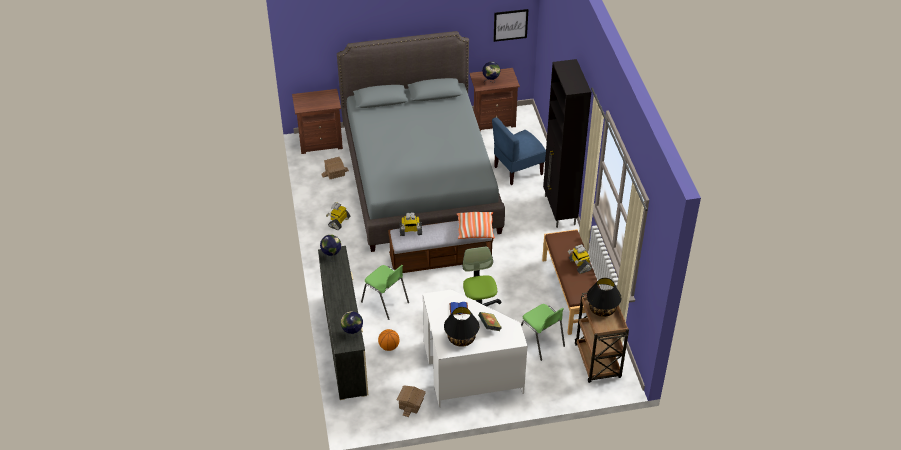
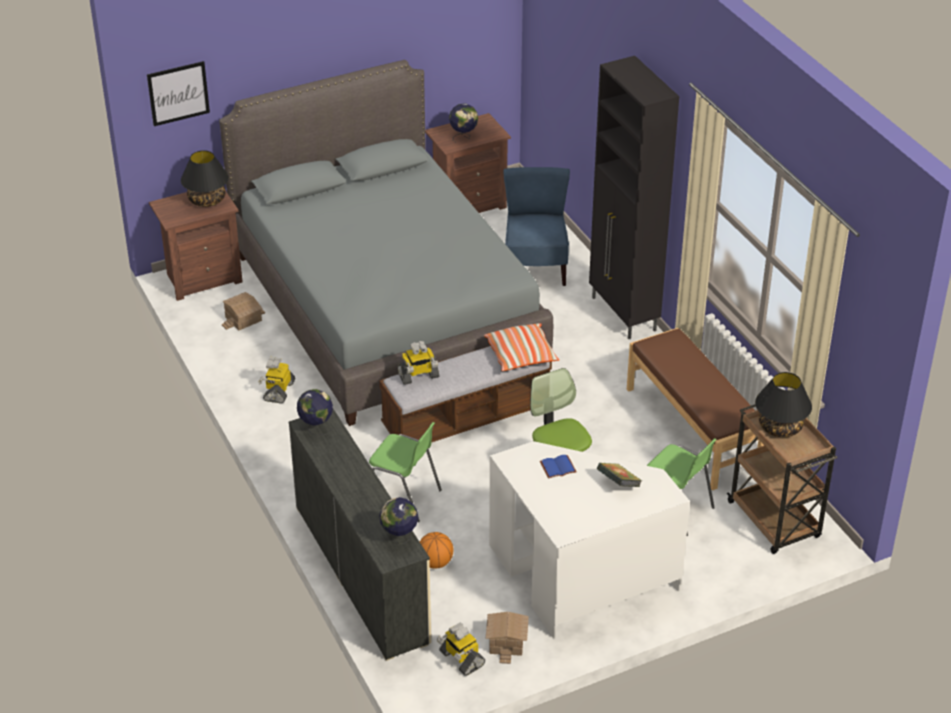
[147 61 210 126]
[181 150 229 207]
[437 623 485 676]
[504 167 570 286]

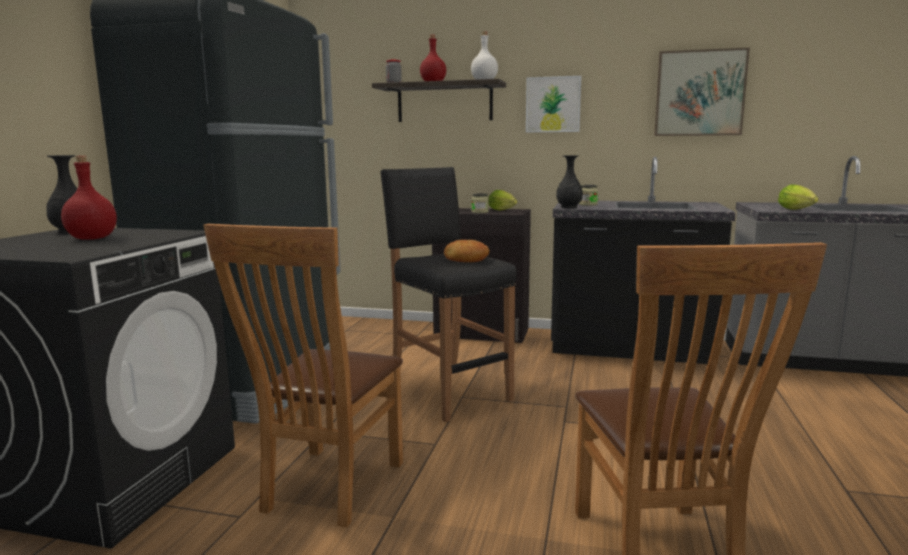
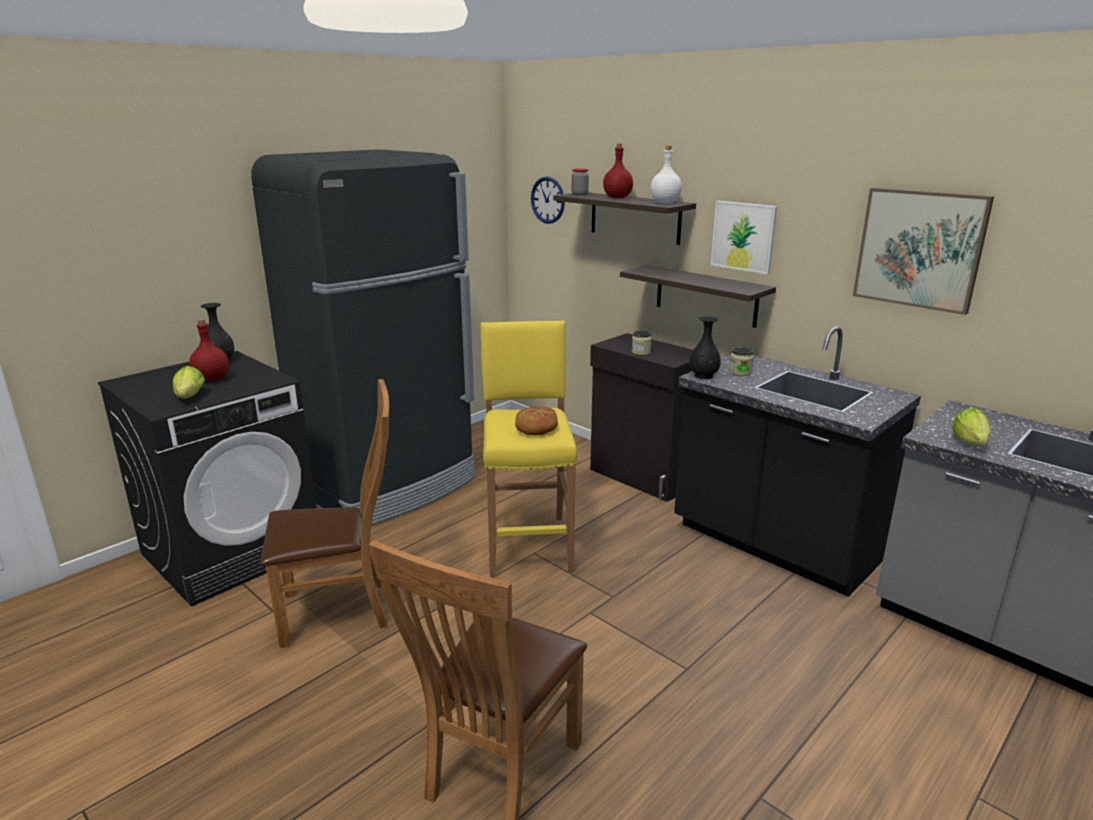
[173 366 205 399]
[260 379 389 648]
[480 320 577 577]
[531 177 565 224]
[620 265 776 328]

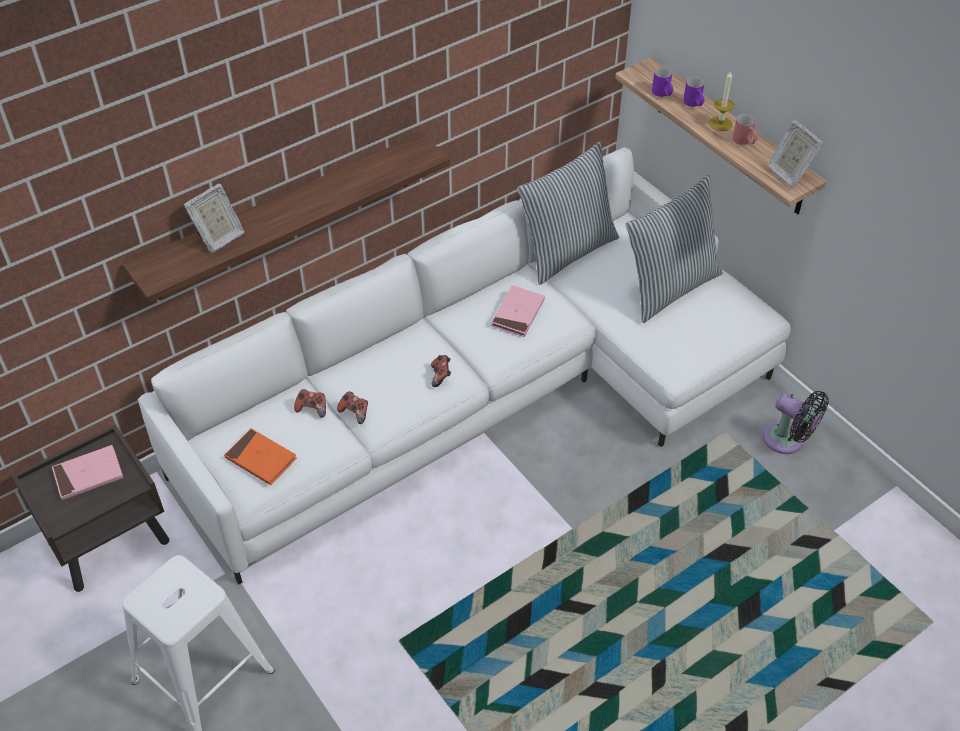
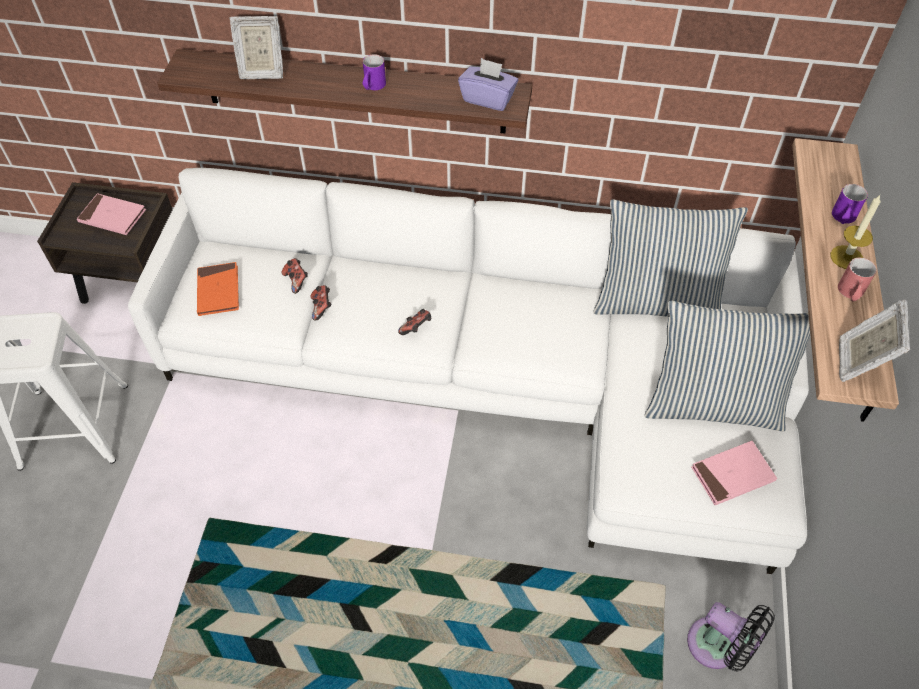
[362 54 386 90]
[458 58 518 111]
[687 602 775 671]
[691 441 777 505]

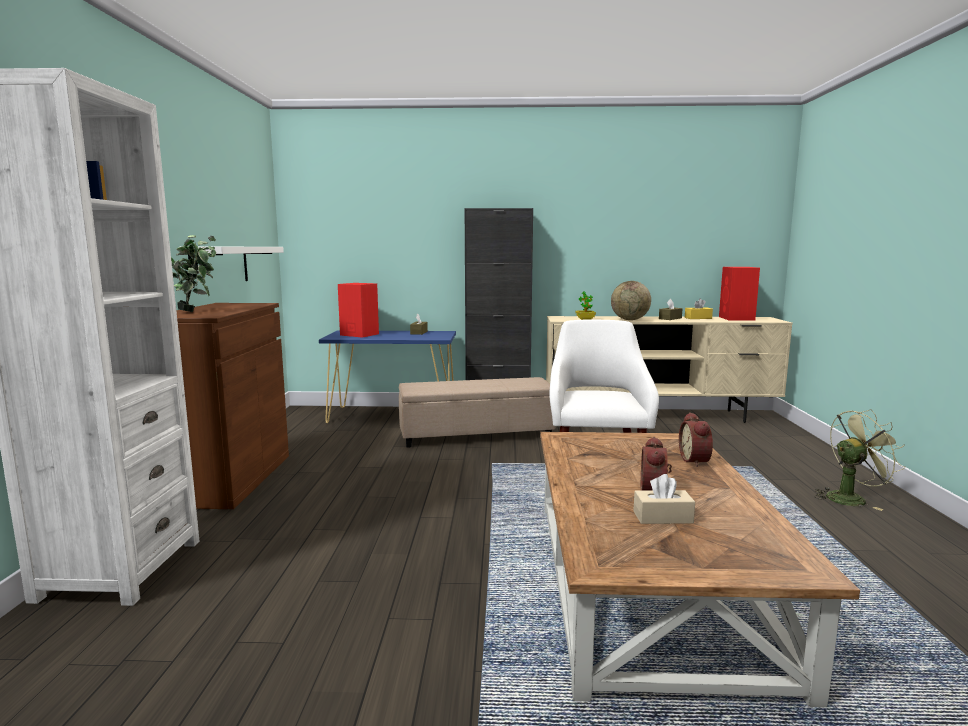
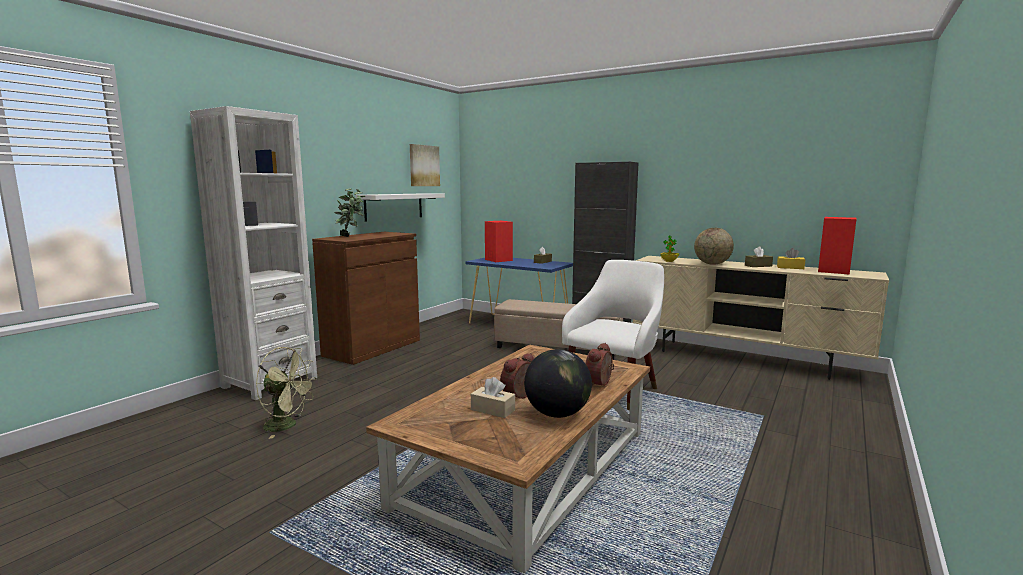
[256 347 317 439]
[410 144 440 186]
[524 349 592 418]

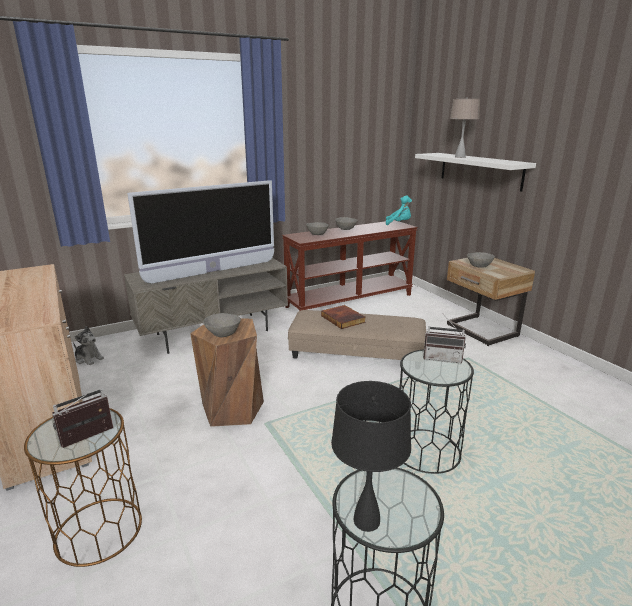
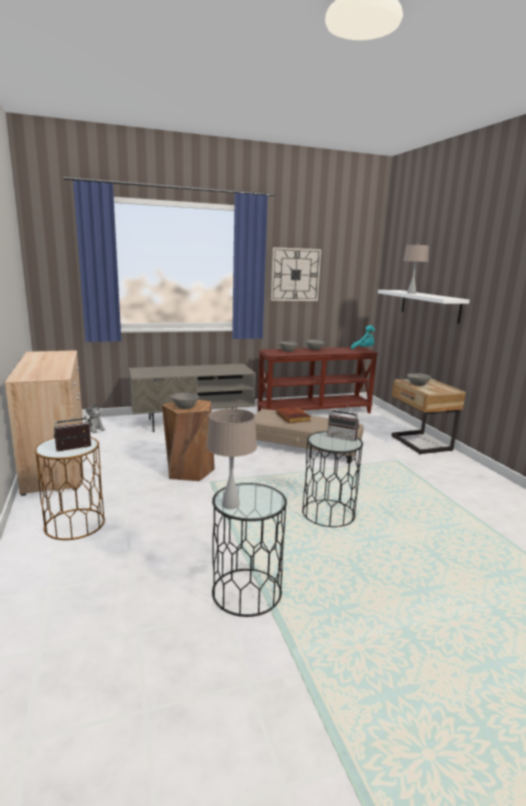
[206 408 257 509]
[271 247 321 301]
[127 180 274 284] (first image)

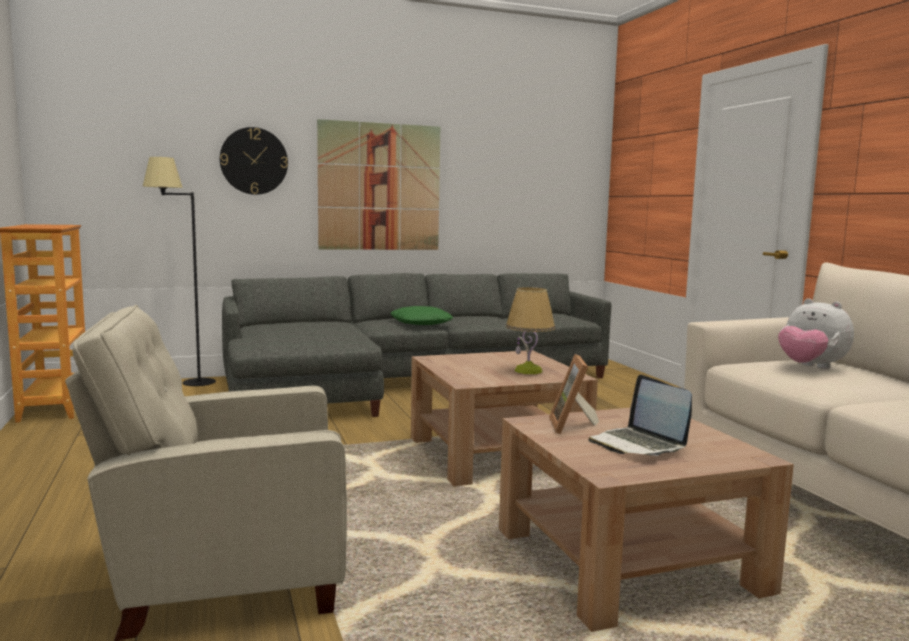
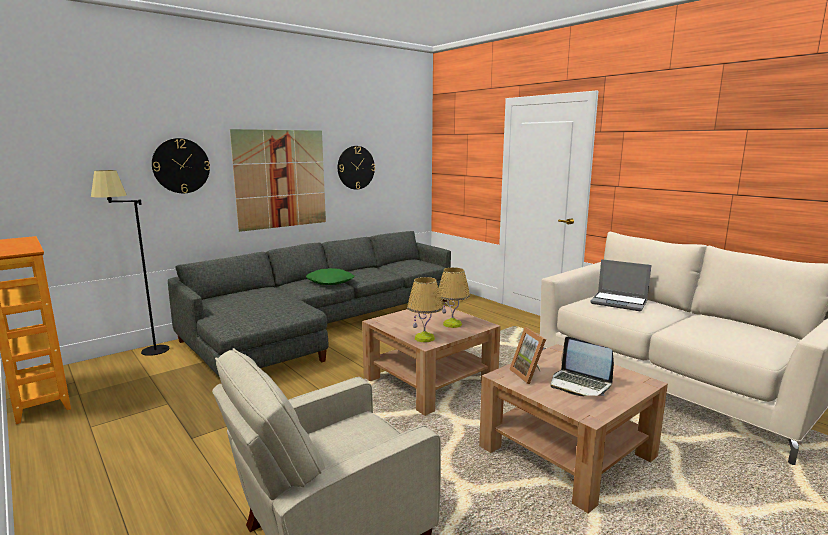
[338 146 375 190]
[407 277 443 342]
[590 259 651 311]

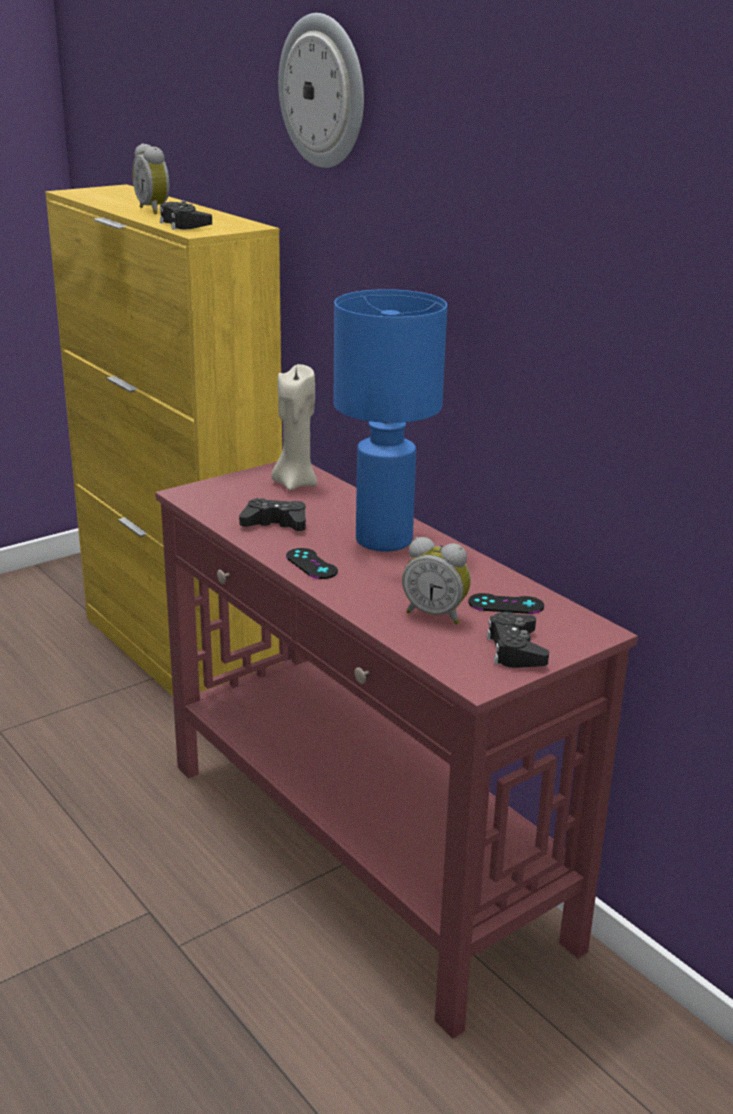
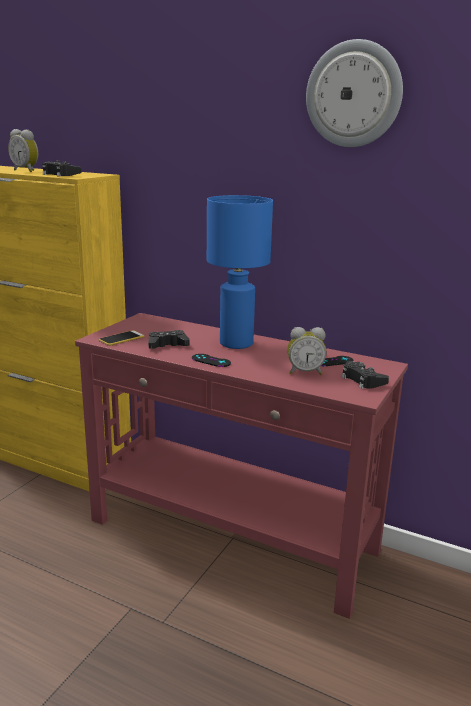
[98 330 144 346]
[306 39 403 147]
[271 364 317 490] (first image)

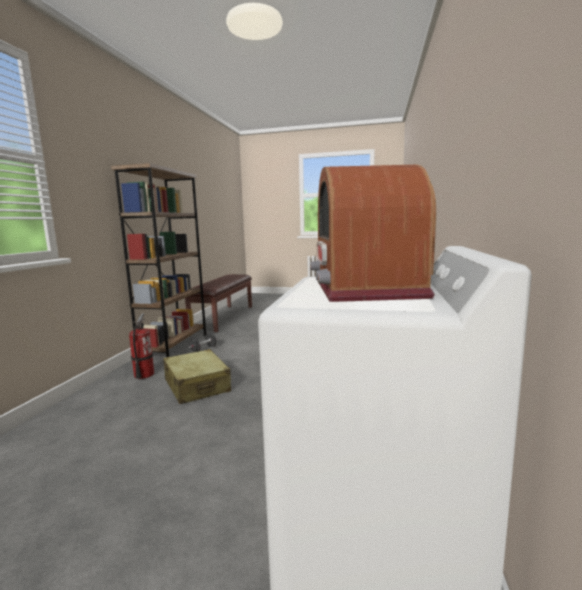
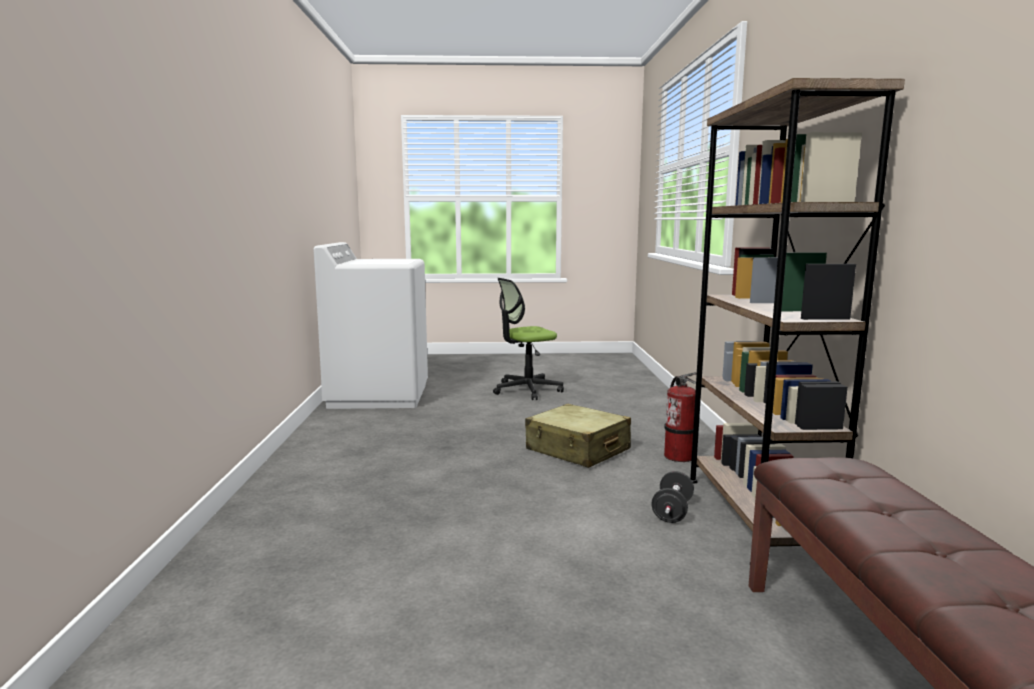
[493 278 564 400]
[310 165 436 302] (first image)

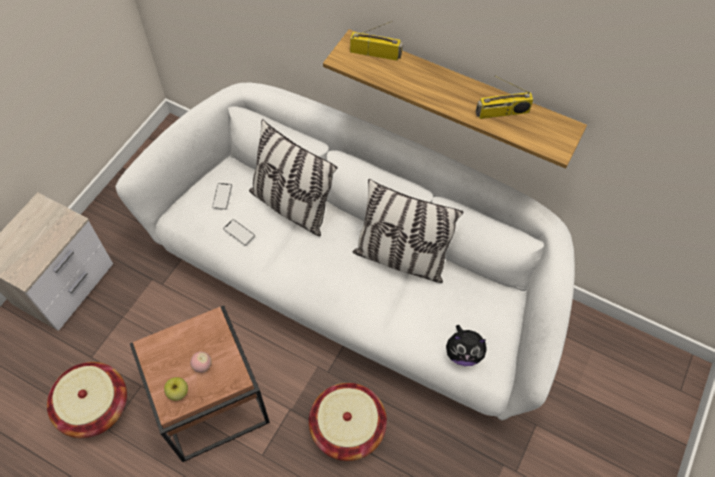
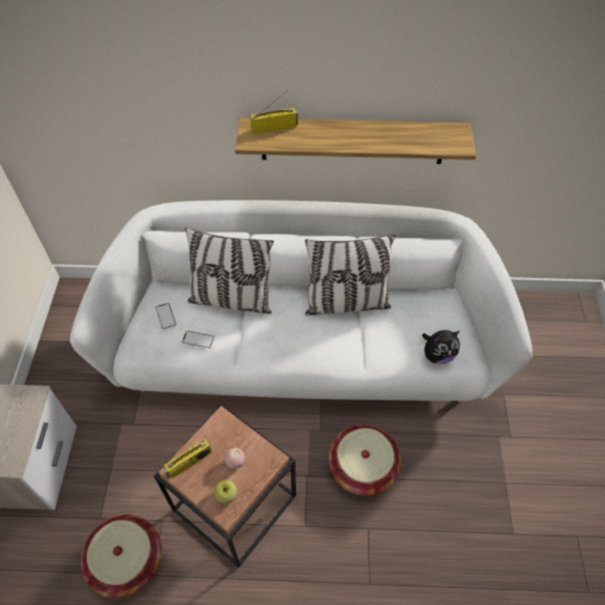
[163 439 212 479]

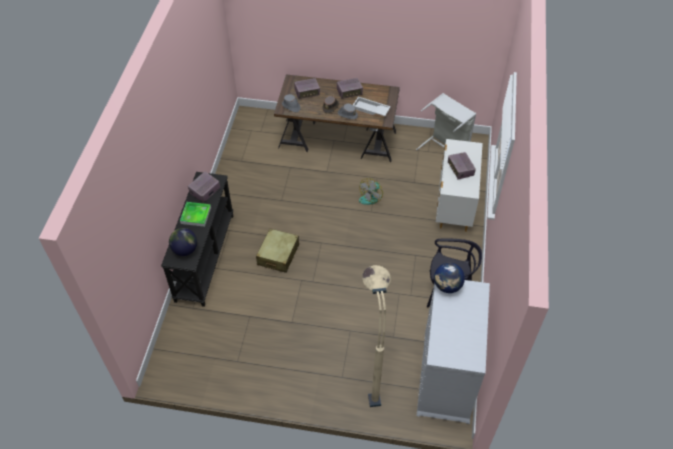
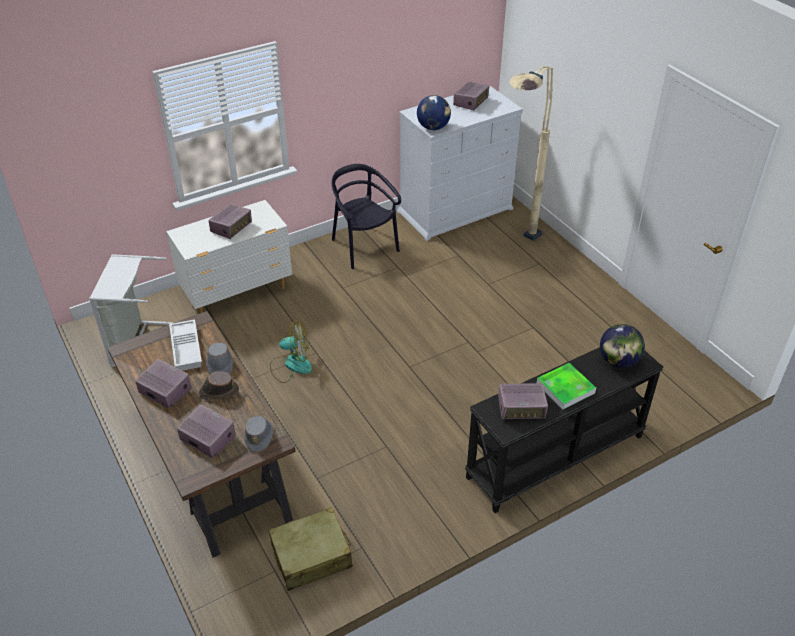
[269 507 353 591]
[453 82 489 111]

